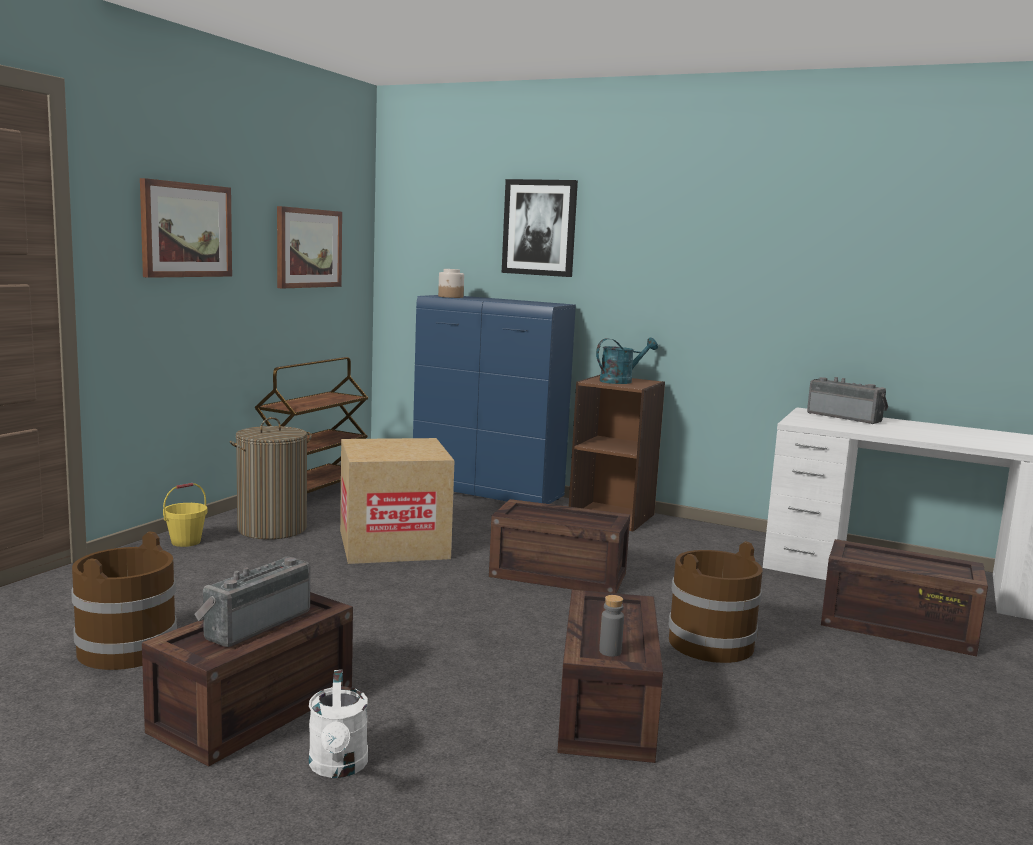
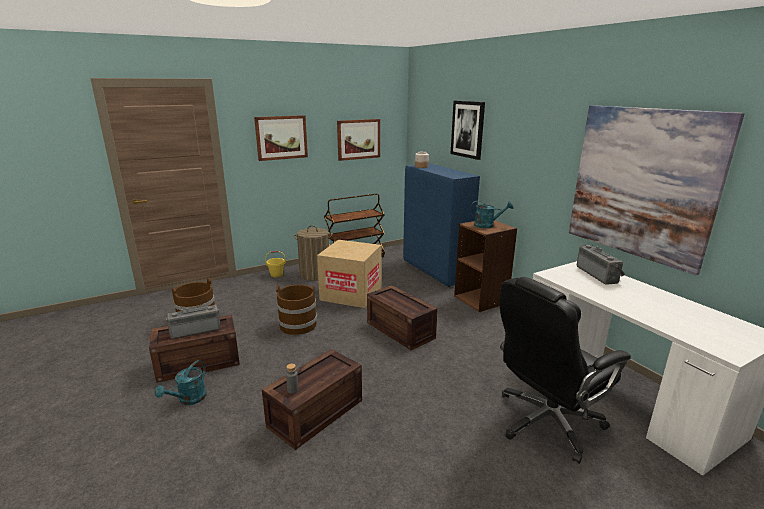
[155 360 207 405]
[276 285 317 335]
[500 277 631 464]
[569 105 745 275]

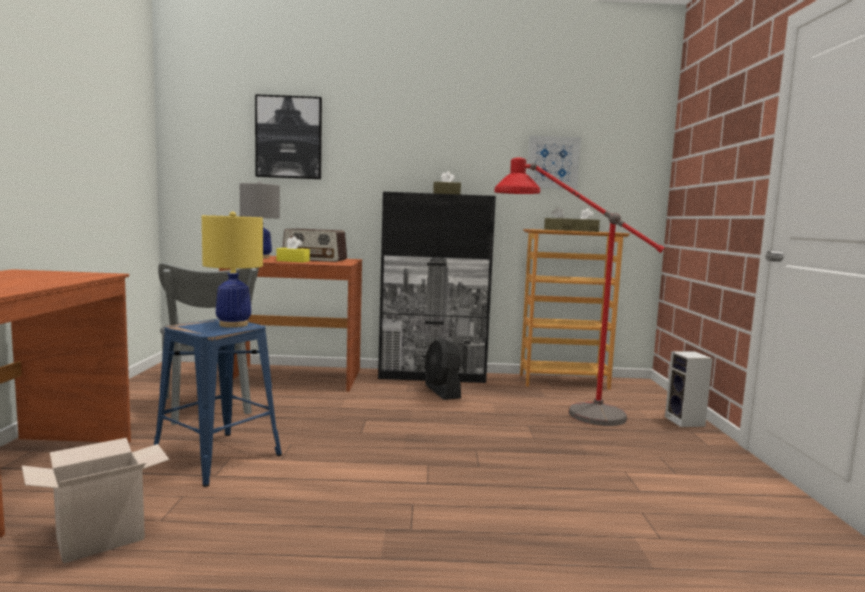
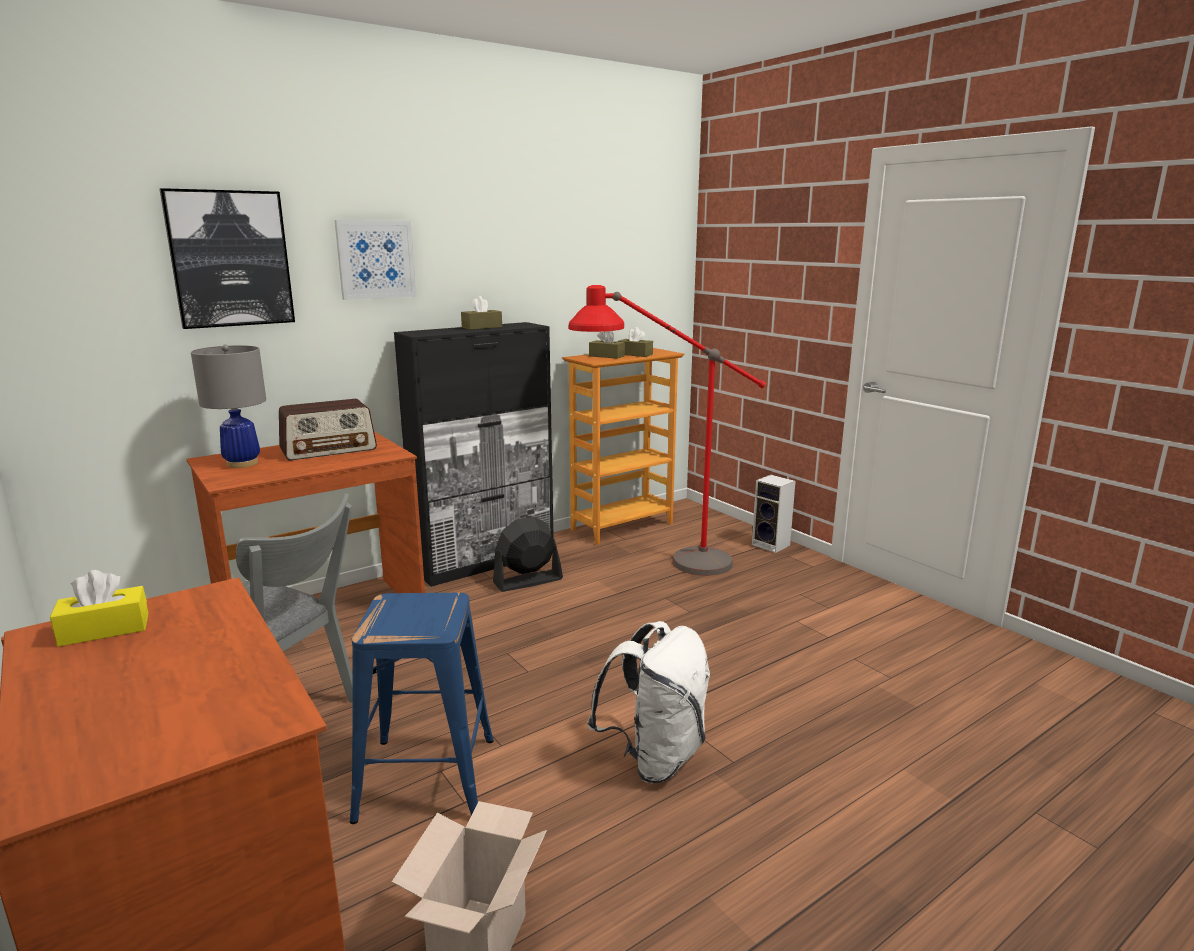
[50 570 148 647]
[335 220 416 300]
[493 517 563 592]
[587 621 710 783]
[202 211 263 328] (first image)

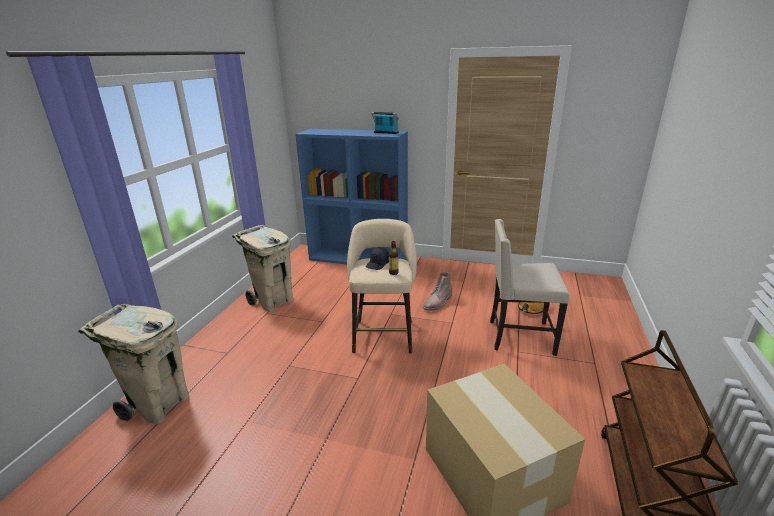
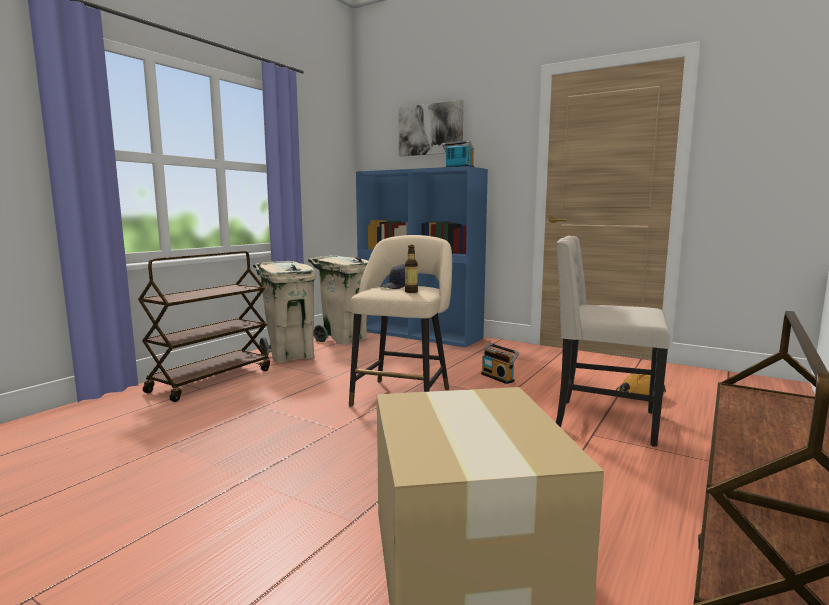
[138 251 270 402]
[308 255 368 345]
[398 100 463 156]
[481 343 519 384]

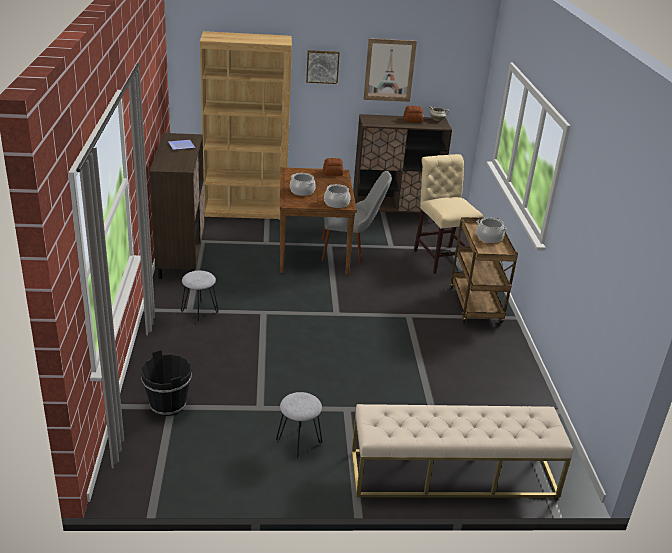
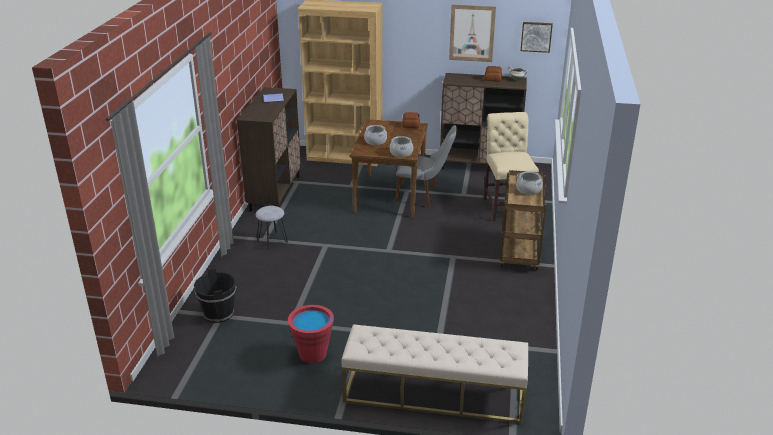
[288 305 334 363]
[520 22 553 53]

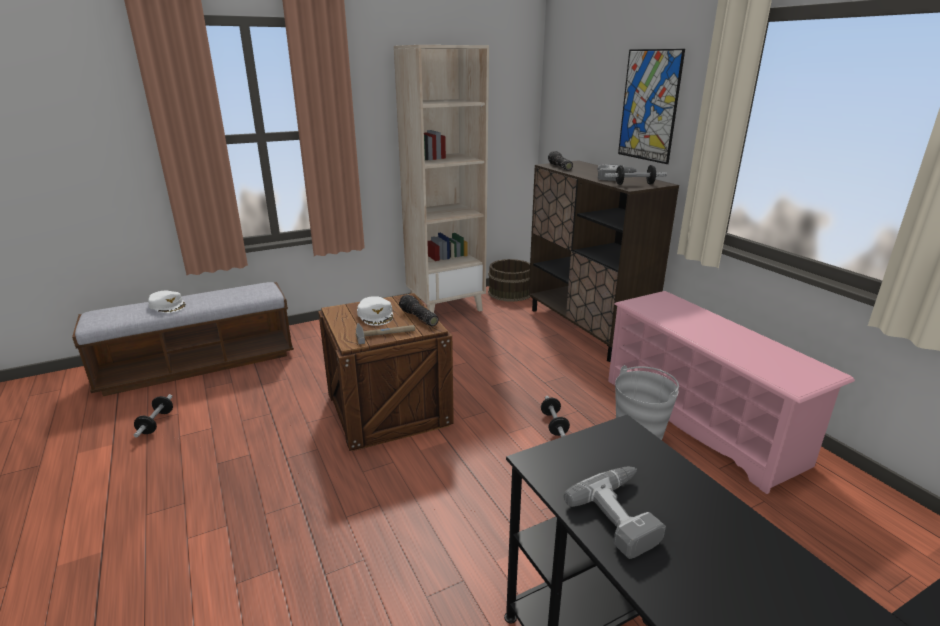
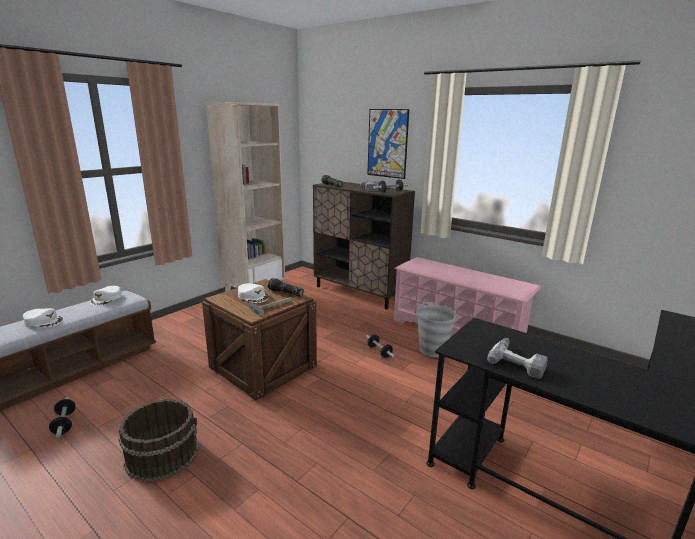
[90 286 121 306]
[119 399 198 482]

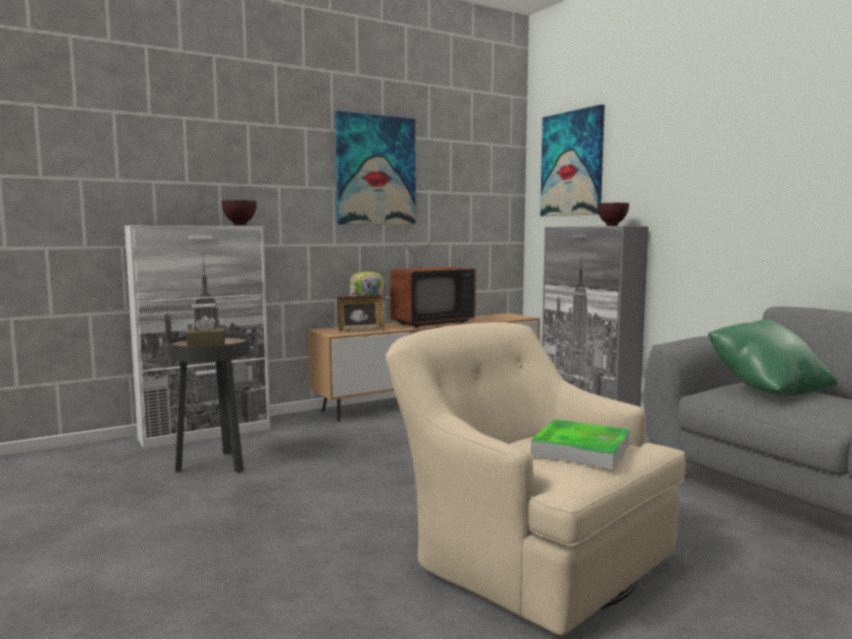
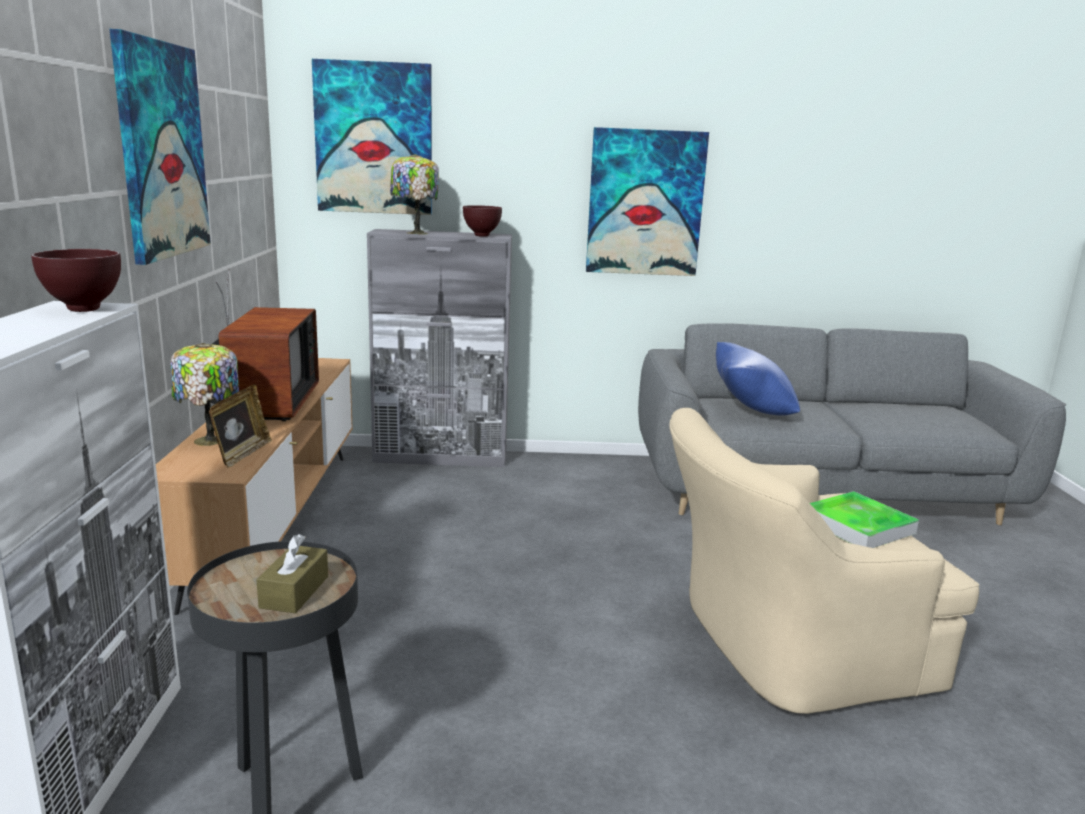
[390 154 439 235]
[586 127 709 276]
[716 342 800 416]

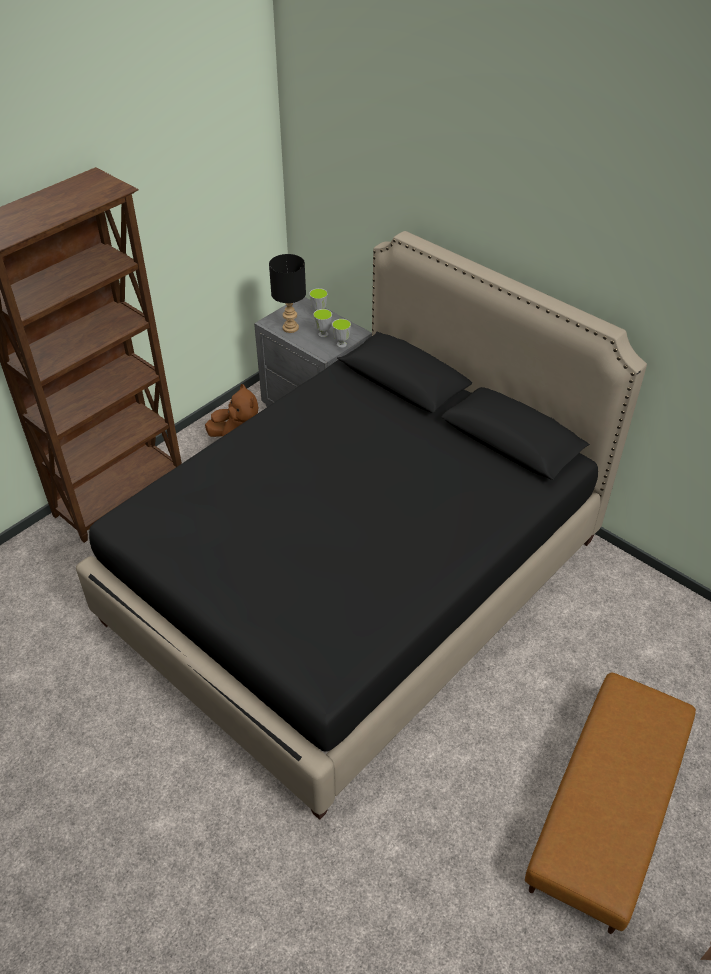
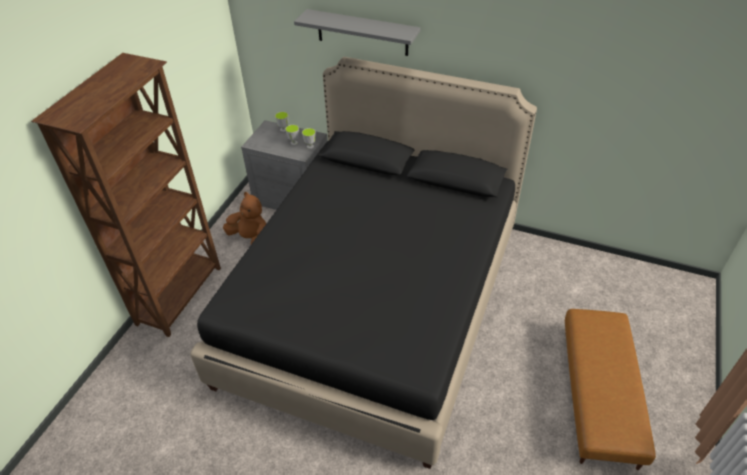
[294 9 421 56]
[269 254 306 333] (first image)

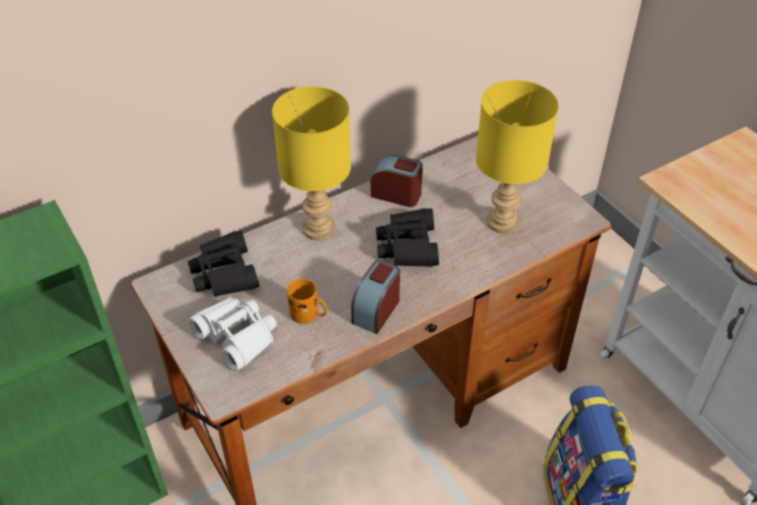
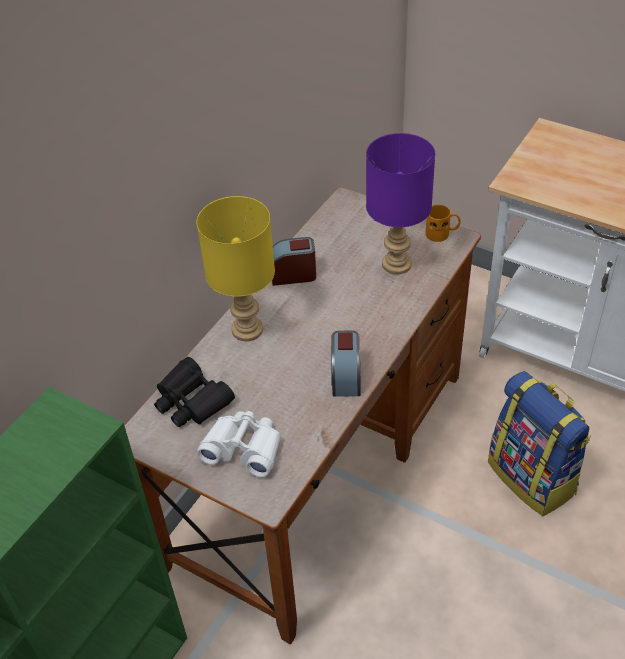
[366 133 435 274]
[426 205 461 242]
[376 208 439 267] (first image)

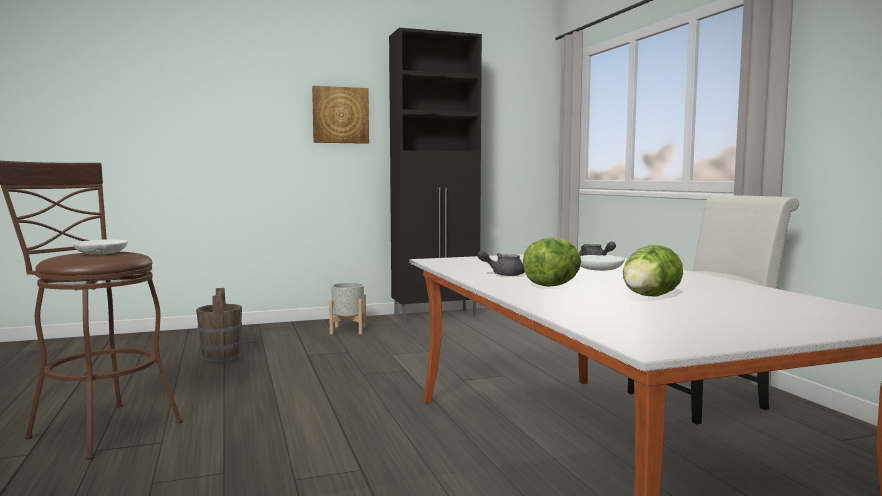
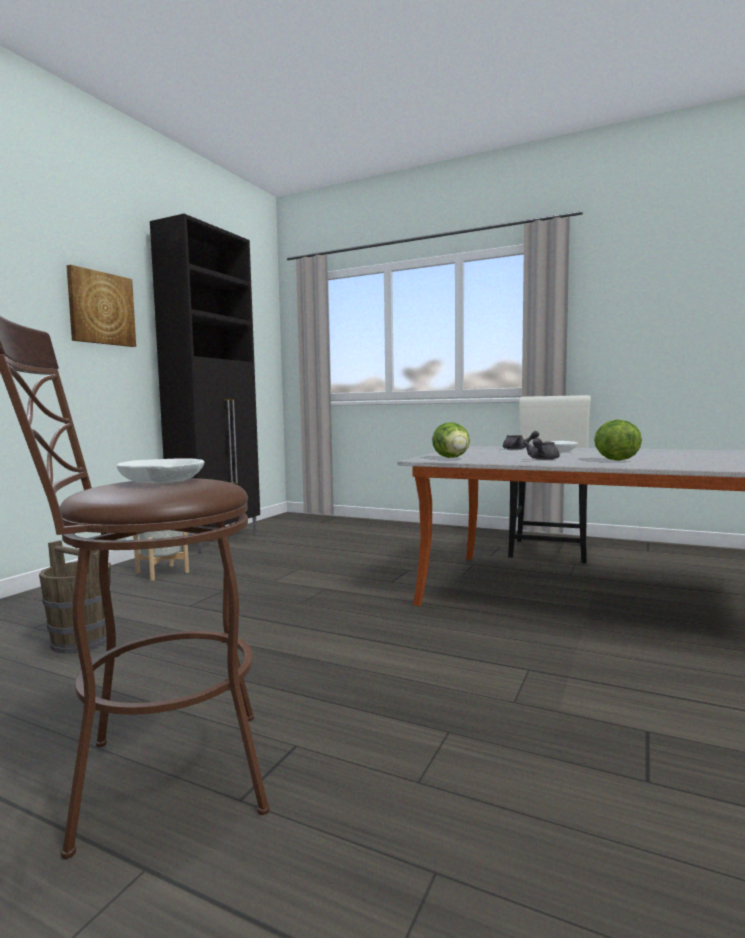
[432 422 470 458]

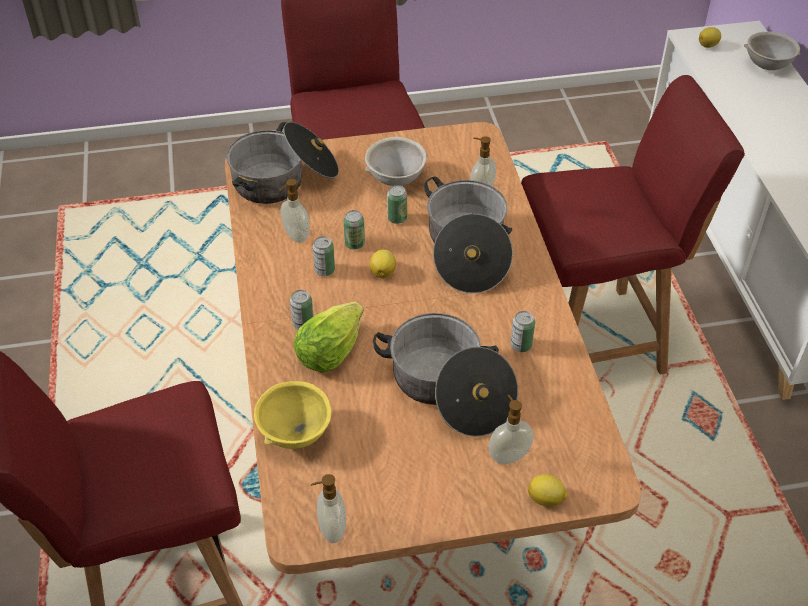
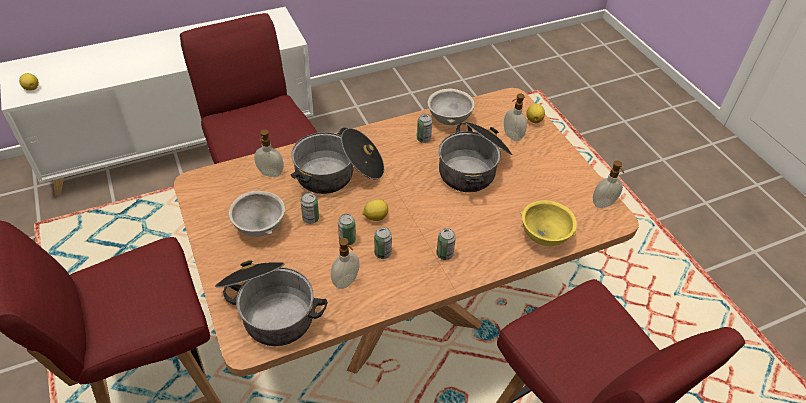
[427 89 475 125]
[293 302 364 373] (first image)

